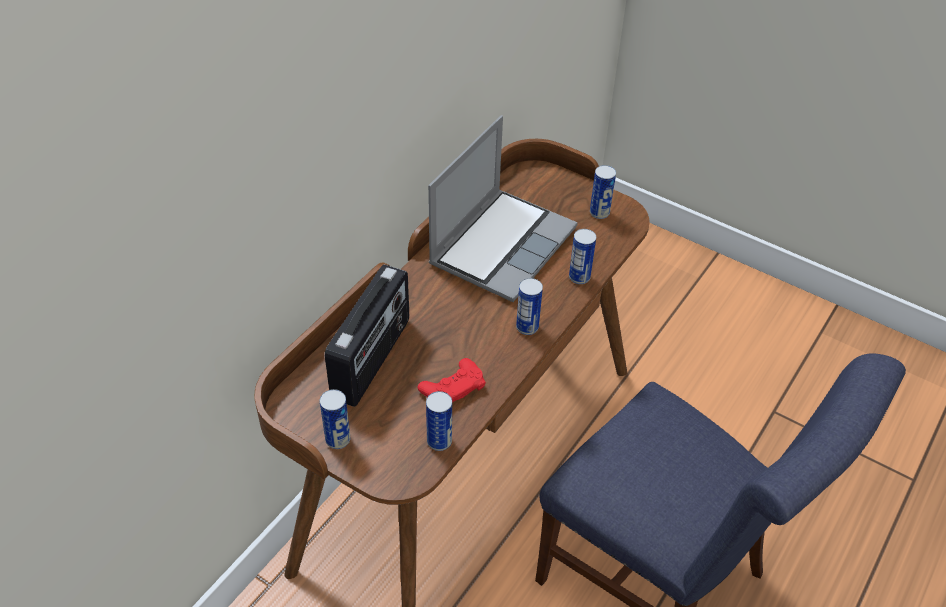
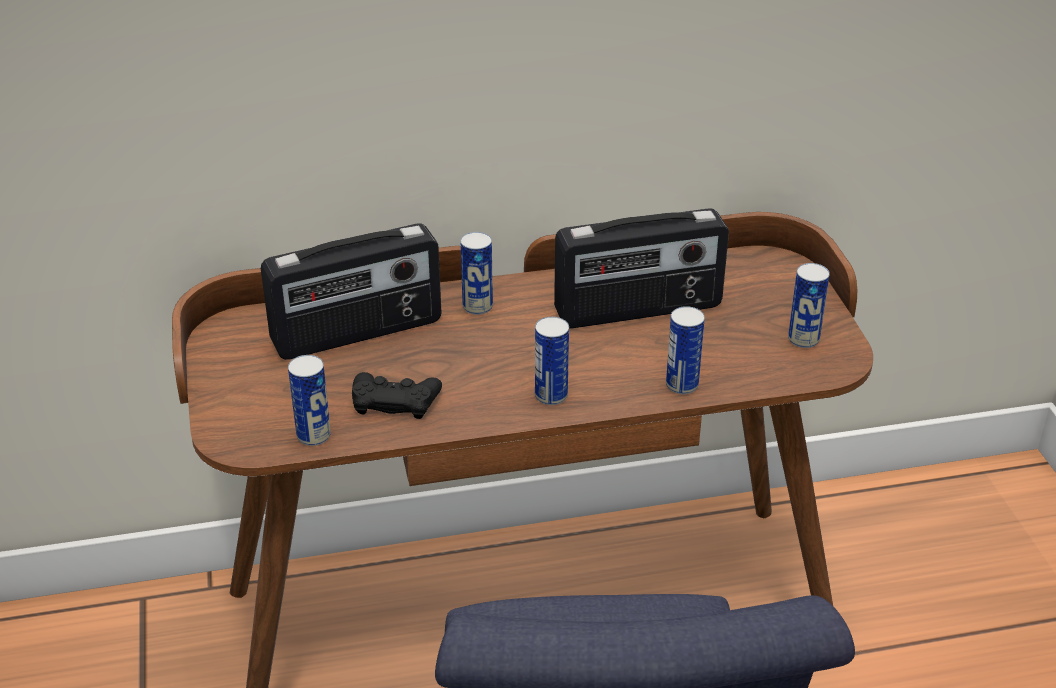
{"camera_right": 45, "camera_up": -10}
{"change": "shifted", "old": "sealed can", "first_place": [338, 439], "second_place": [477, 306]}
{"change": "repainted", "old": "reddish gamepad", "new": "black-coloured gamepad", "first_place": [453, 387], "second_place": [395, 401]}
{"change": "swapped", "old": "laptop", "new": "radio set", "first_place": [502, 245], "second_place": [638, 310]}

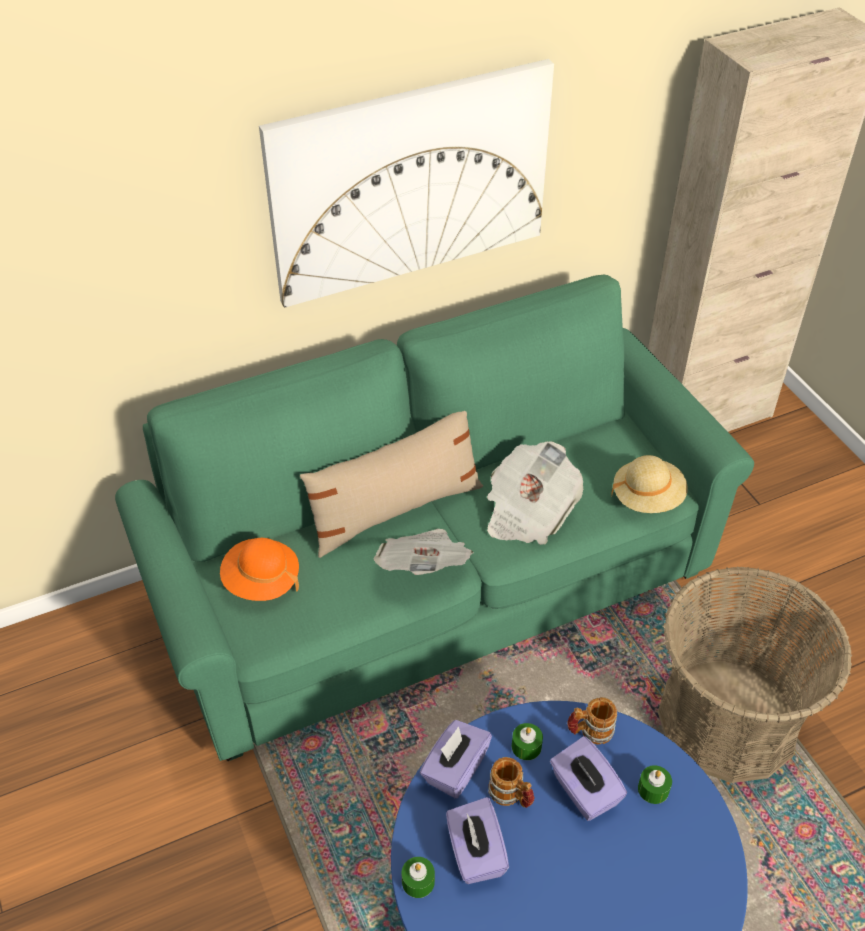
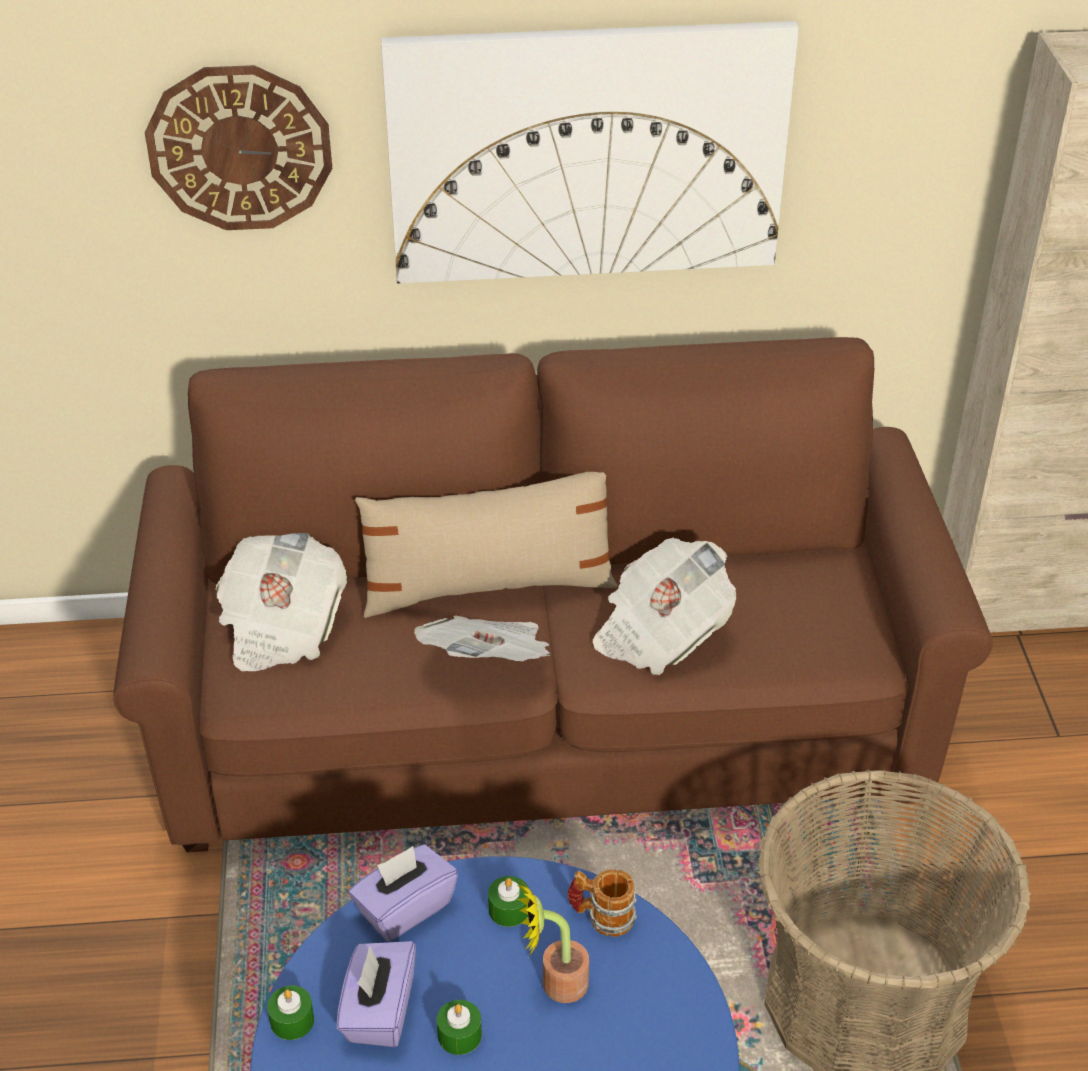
{"camera_right": 20, "camera_up": -5}
{"change": "repainted", "old": "green-coloured sofa", "new": "brownish sofa", "first_place": [433, 583], "second_place": [545, 715]}
{"change": "swapped", "old": "orange-coloured wearable hat", "new": "printed paper", "first_place": [261, 581], "second_place": [280, 626]}
{"change": "gone", "old": "coffee mug", "first_place": [511, 795]}
{"change": "swapped", "old": "purple-coloured tissue holder", "new": "houseplant", "first_place": [584, 791], "second_place": [555, 985]}
{"change": "gone", "old": "beige-coloured wearable hat", "first_place": [647, 497]}
{"change": "shifted", "old": "green-coloured wax candle", "first_place": [653, 789], "second_place": [459, 1035]}
{"change": "new", "new": "hanging clock", "second_place": [239, 148]}

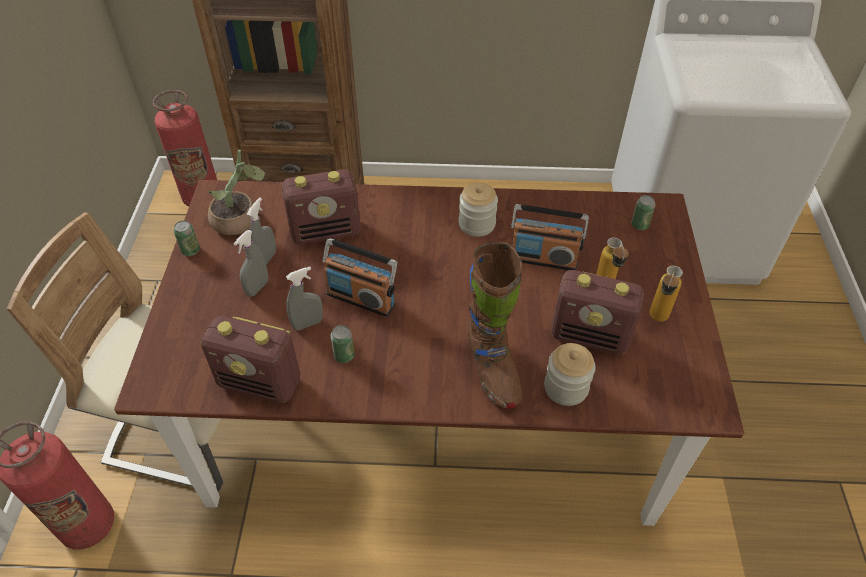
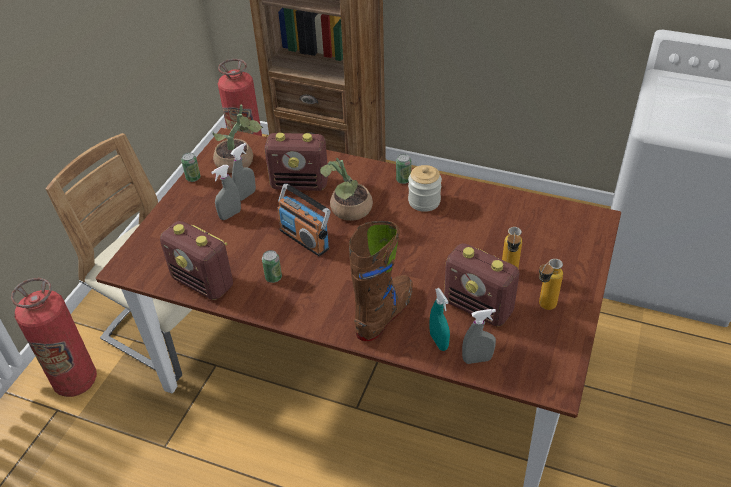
{"camera_right": 20, "camera_up": -5}
{"change": "shifted", "old": "gray sprayer", "first_place": [308, 324], "second_place": [477, 359]}
{"change": "rotated", "old": "brownish high-top boot", "first_place": [492, 369], "second_place": [384, 314], "degrees": -150}
{"change": "gone", "old": "radio set", "first_place": [543, 259]}
{"change": "swapped", "old": "jar", "new": "blue-green sprayer", "first_place": [566, 387], "second_place": [438, 341]}
{"change": "shifted", "old": "sealed can", "first_place": [639, 225], "second_place": [403, 180]}
{"change": "new", "new": "houseplant", "second_place": [348, 212]}

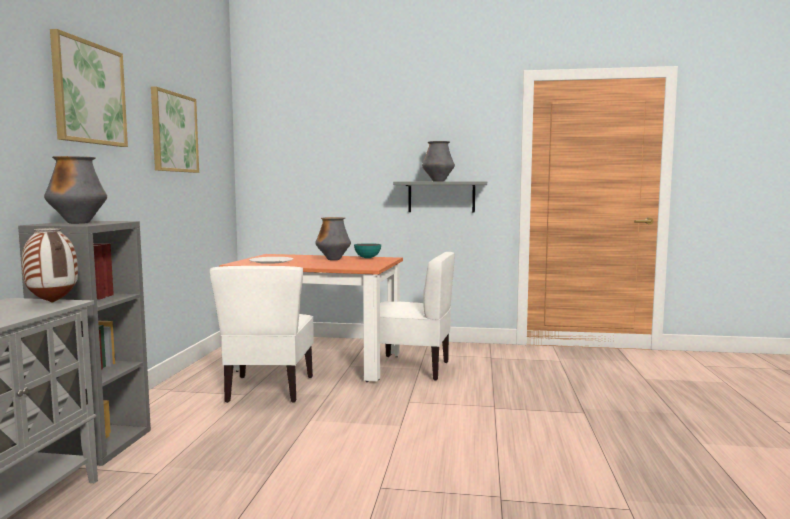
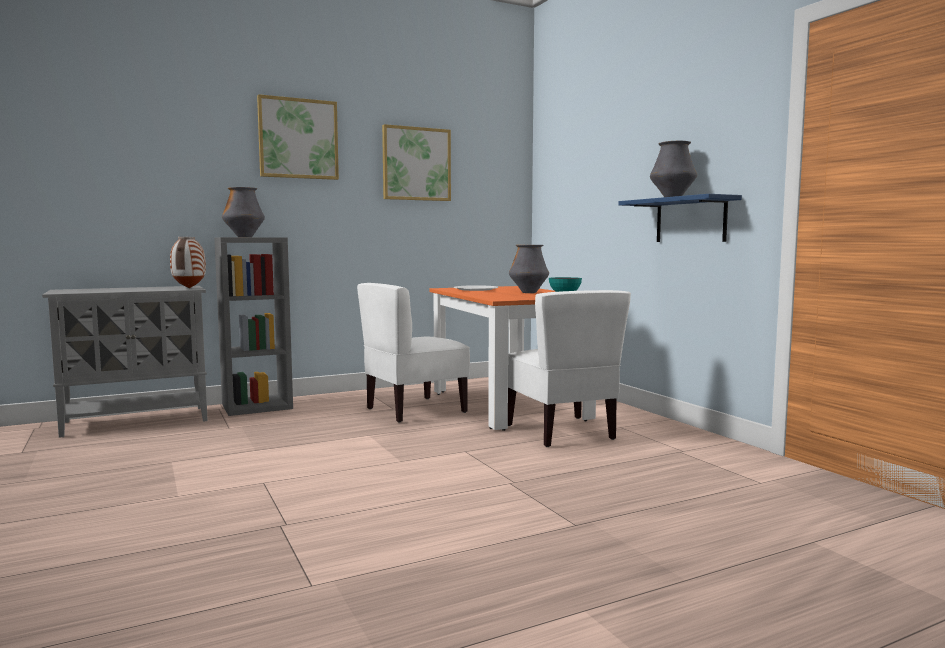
{"camera_right": 55, "camera_up": 0}
{"change": "repainted", "old": "gray shelf", "new": "blue-coloured shelf", "first_place": [441, 197], "second_place": [690, 220]}

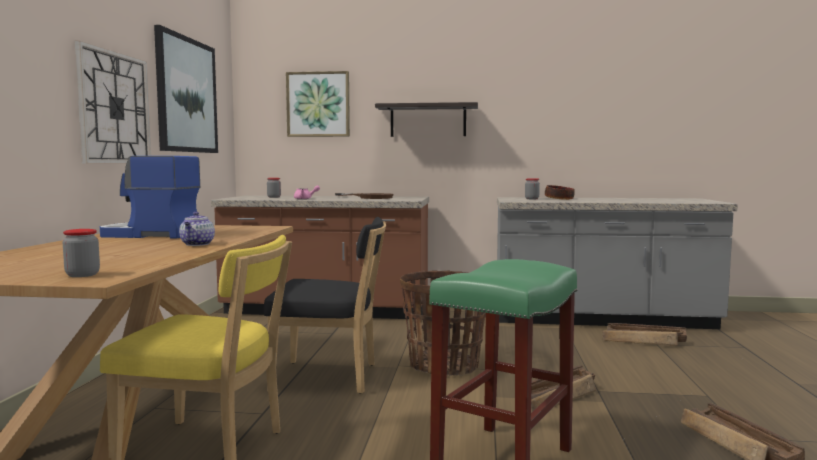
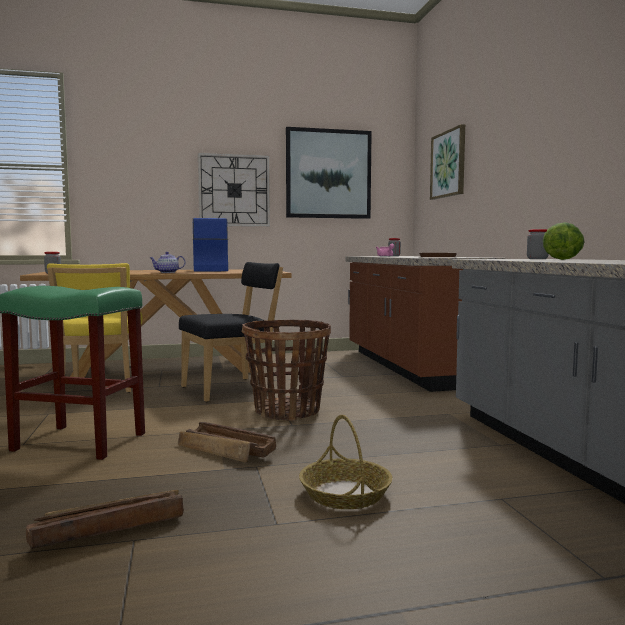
{"camera_right": 70, "camera_up": 0}
{"change": "rotated", "old": "black-coloured upright chair", "first_place": [330, 378], "second_place": [232, 389], "degrees": -105}
{"change": "gone", "old": "shelf", "first_place": [428, 121]}
{"change": "swapped", "old": "bowl", "new": "lettuce", "first_place": [559, 199], "second_place": [563, 259]}
{"change": "gone", "old": "shipping crate", "first_place": [644, 341]}
{"change": "new", "new": "household basket", "second_place": [344, 494]}

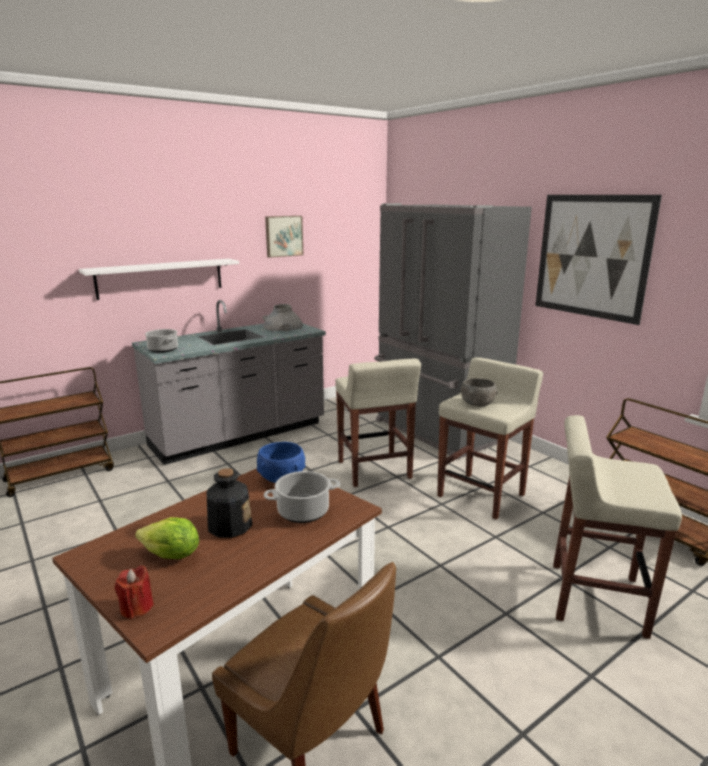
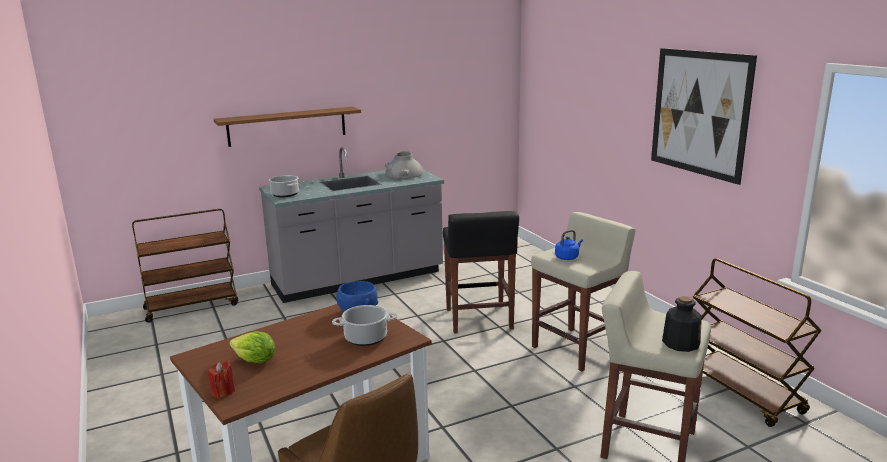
{"camera_right": 10, "camera_up": 0}
{"change": "repainted", "old": "white-coloured shelf", "new": "brownish shelf", "first_place": [160, 278], "second_place": [287, 126]}
{"change": "shifted", "old": "drink bottle", "first_place": [229, 526], "second_place": [680, 343]}
{"change": "gone", "old": "picture", "first_place": [283, 236]}
{"change": "repainted", "old": "beige-coloured stool seat", "new": "black-coloured stool seat", "first_place": [374, 470], "second_place": [479, 320]}
{"change": "gone", "old": "gray kitchen fridge", "first_place": [437, 431]}
{"change": "swapped", "old": "gray bowl", "new": "blue-coloured tea kettle", "first_place": [477, 404], "second_place": [567, 257]}

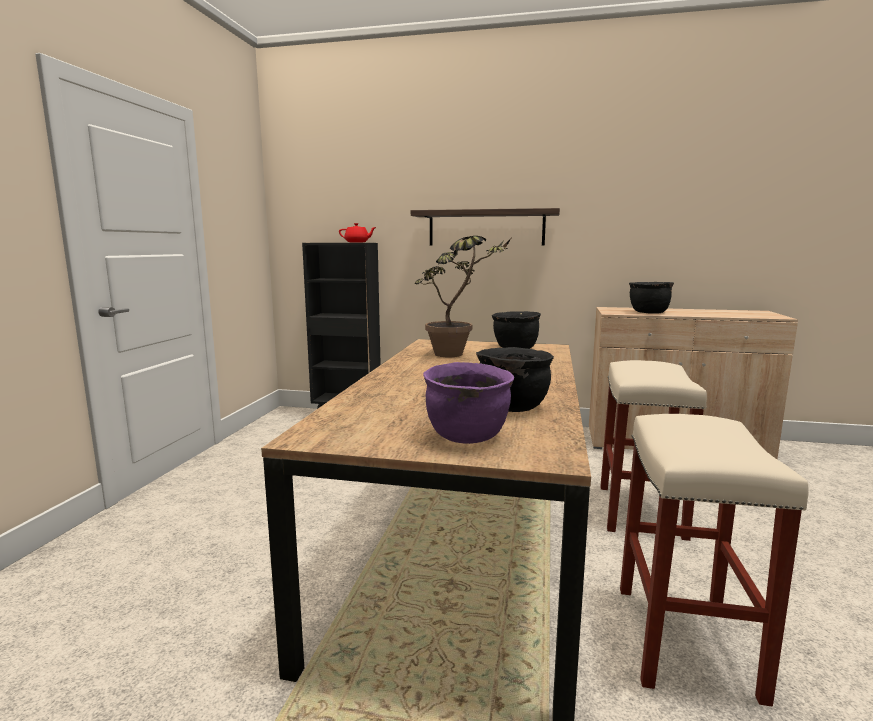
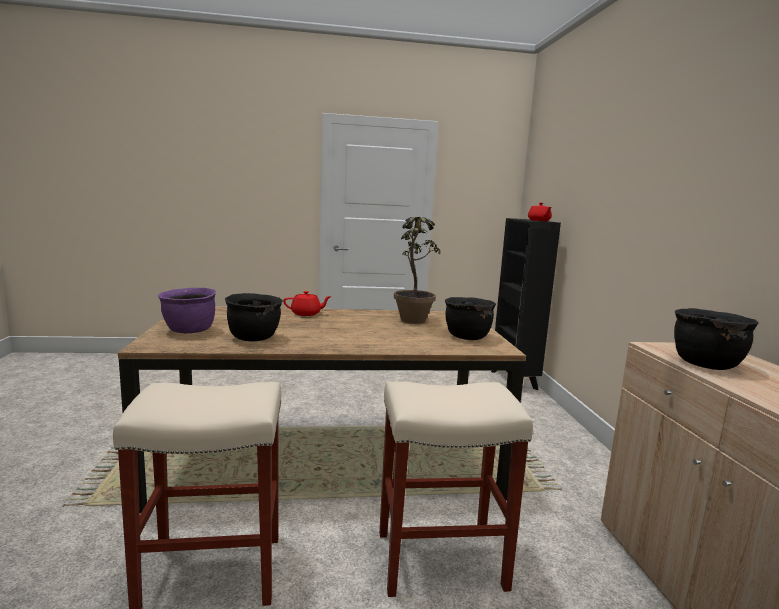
{"camera_right": 70, "camera_up": 0}
{"change": "gone", "old": "shelf", "first_place": [486, 228]}
{"change": "new", "new": "reddish tea pot", "second_place": [306, 314]}

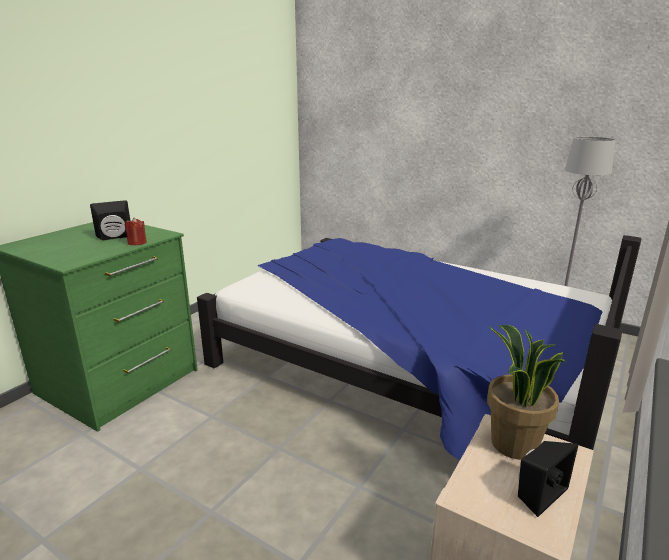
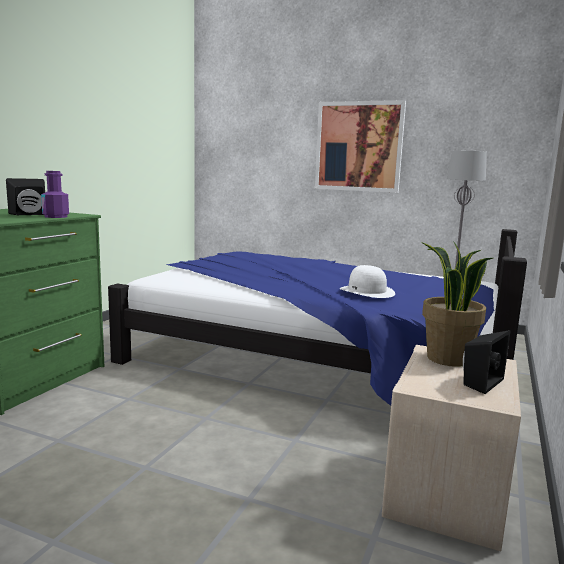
{"camera_right": -10, "camera_up": -10}
{"change": "swapped", "old": "reddish wax candle", "new": "purple-coloured drink bottle", "first_place": [137, 243], "second_place": [56, 216]}
{"change": "new", "new": "picture", "second_place": [358, 146]}
{"change": "new", "new": "white-coloured wearable hat", "second_place": [367, 291]}

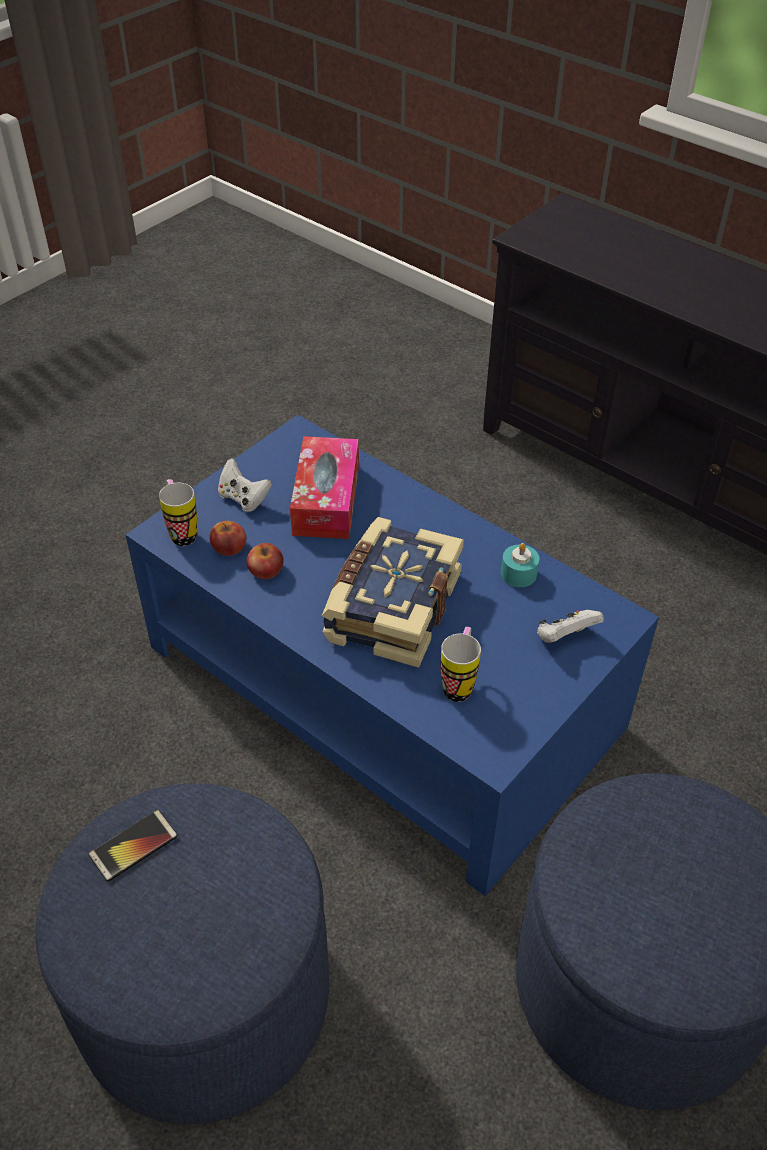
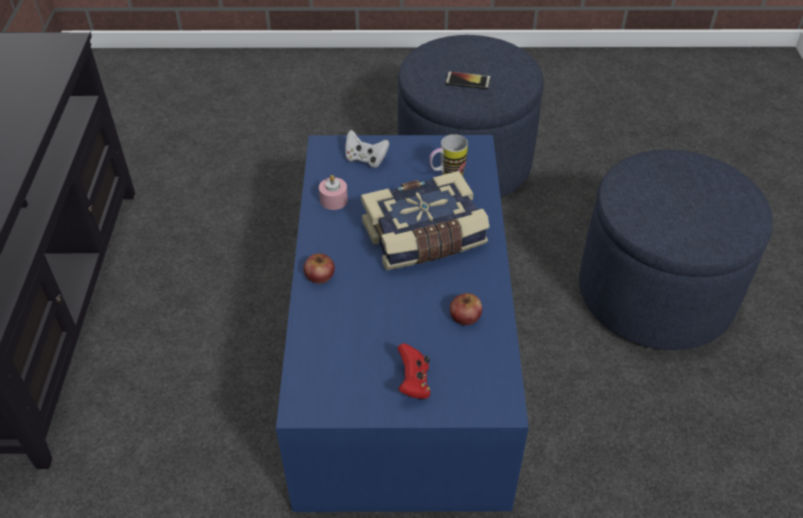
{"camera_right": -130, "camera_up": 0}
{"change": "shifted", "old": "phone", "first_place": [133, 846], "second_place": [468, 81]}
{"change": "gone", "old": "coffee mug", "first_place": [181, 532]}
{"change": "shifted", "old": "whole apple", "first_place": [229, 547], "second_place": [320, 275]}
{"change": "repainted", "old": "white-coloured gamepad", "new": "reddish gamepad", "first_place": [243, 498], "second_place": [414, 382]}
{"change": "gone", "old": "tissue holder", "first_place": [326, 500]}
{"change": "repainted", "old": "blue-green wax candle", "new": "pink-coloured wax candle", "first_place": [518, 574], "second_place": [333, 200]}

